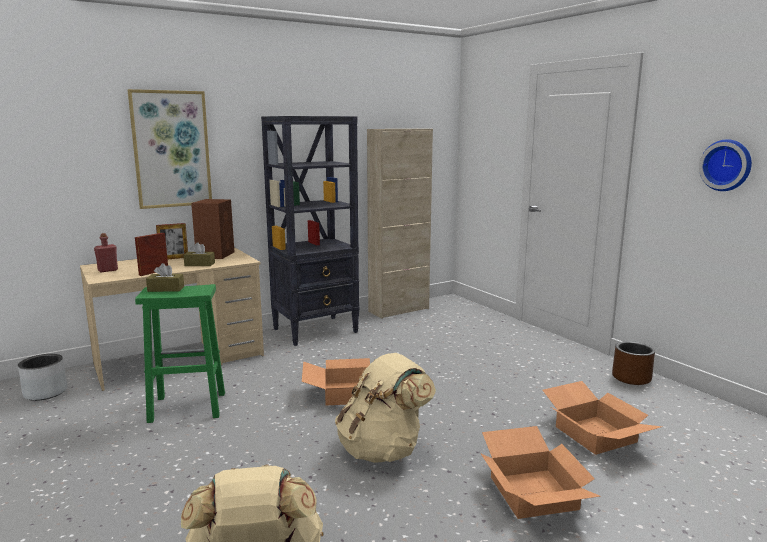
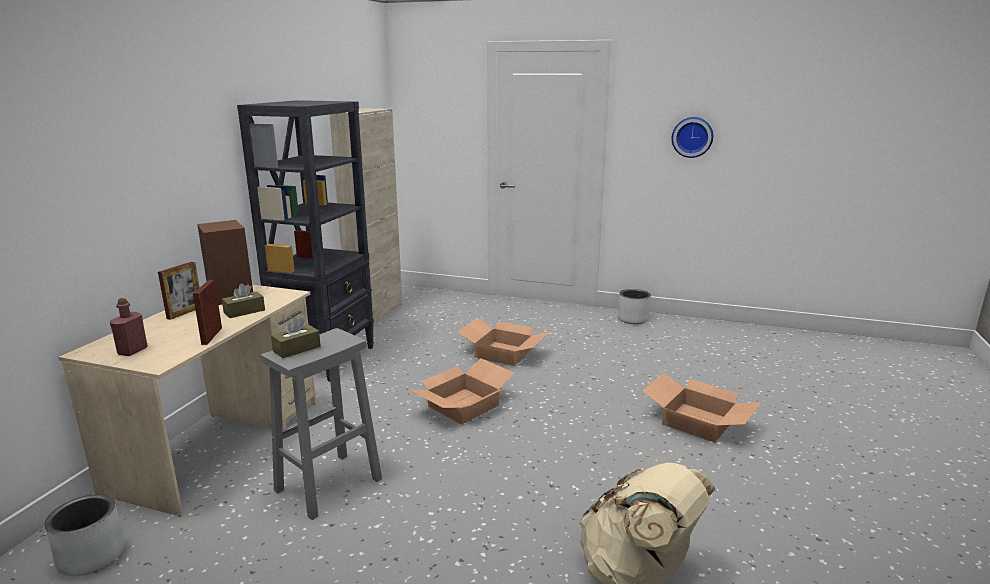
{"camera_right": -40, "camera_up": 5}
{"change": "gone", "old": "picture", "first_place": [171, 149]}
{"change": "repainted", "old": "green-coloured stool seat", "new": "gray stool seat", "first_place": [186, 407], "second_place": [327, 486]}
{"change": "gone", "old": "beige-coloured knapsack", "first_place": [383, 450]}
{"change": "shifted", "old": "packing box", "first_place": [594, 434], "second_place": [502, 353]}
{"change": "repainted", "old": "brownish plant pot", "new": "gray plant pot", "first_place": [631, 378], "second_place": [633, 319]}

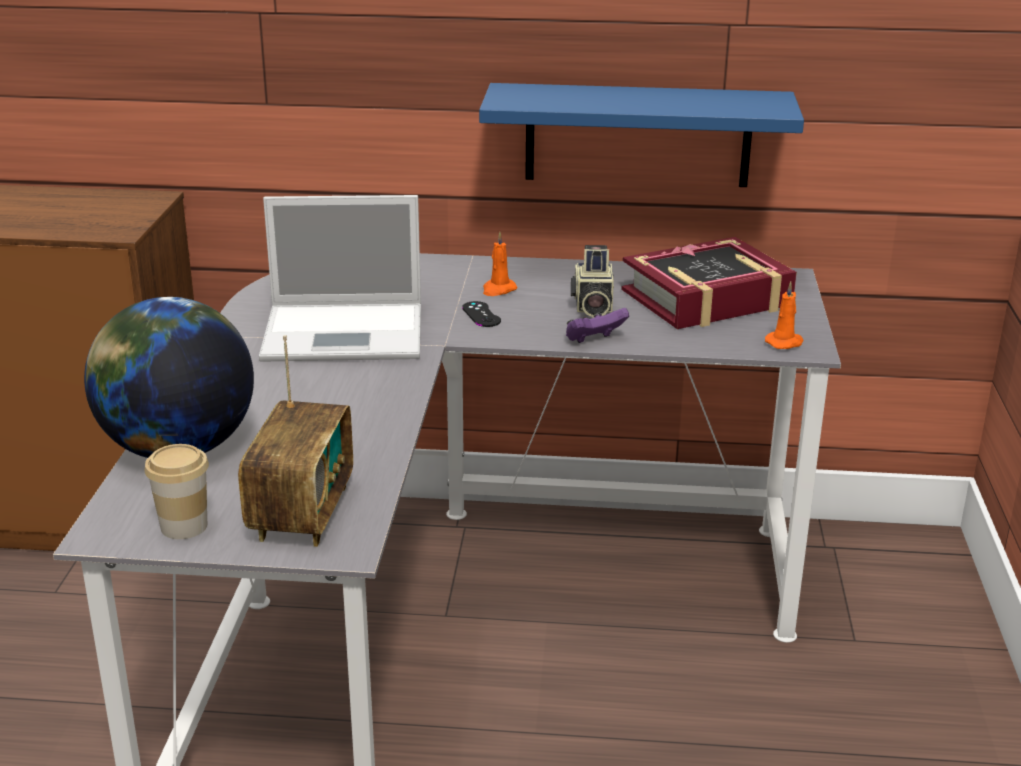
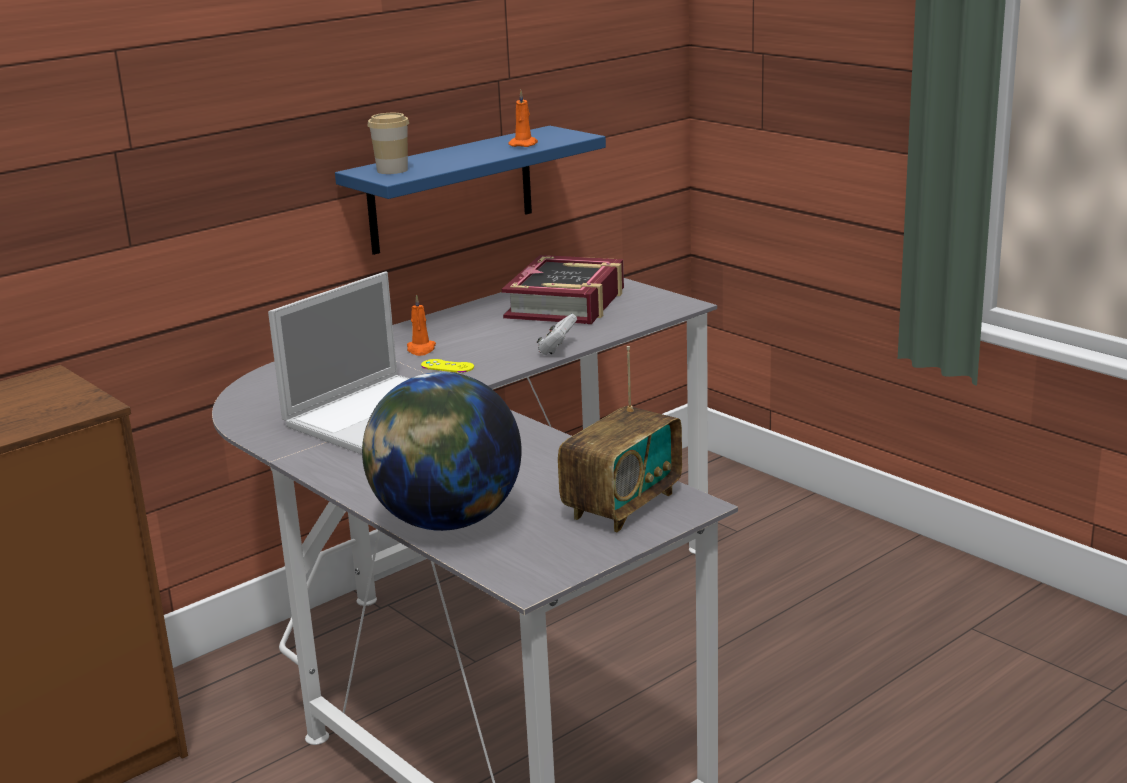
{"camera_right": -45, "camera_up": -5}
{"change": "shifted", "old": "small cup", "first_place": [184, 526], "second_place": [392, 170]}
{"change": "rotated", "old": "radio set", "first_place": [302, 513], "second_place": [622, 505], "degrees": 75}
{"change": "repainted", "old": "black-coloured gamepad", "new": "yellow-coloured gamepad", "first_place": [481, 314], "second_place": [447, 366]}
{"change": "repainted", "old": "purple-coloured gamepad", "new": "white-coloured gamepad", "first_place": [594, 340], "second_place": [557, 349]}
{"change": "gone", "old": "photo camera", "first_place": [591, 307]}
{"change": "shifted", "old": "orange-coloured wax candle", "first_place": [785, 343], "second_place": [524, 144]}

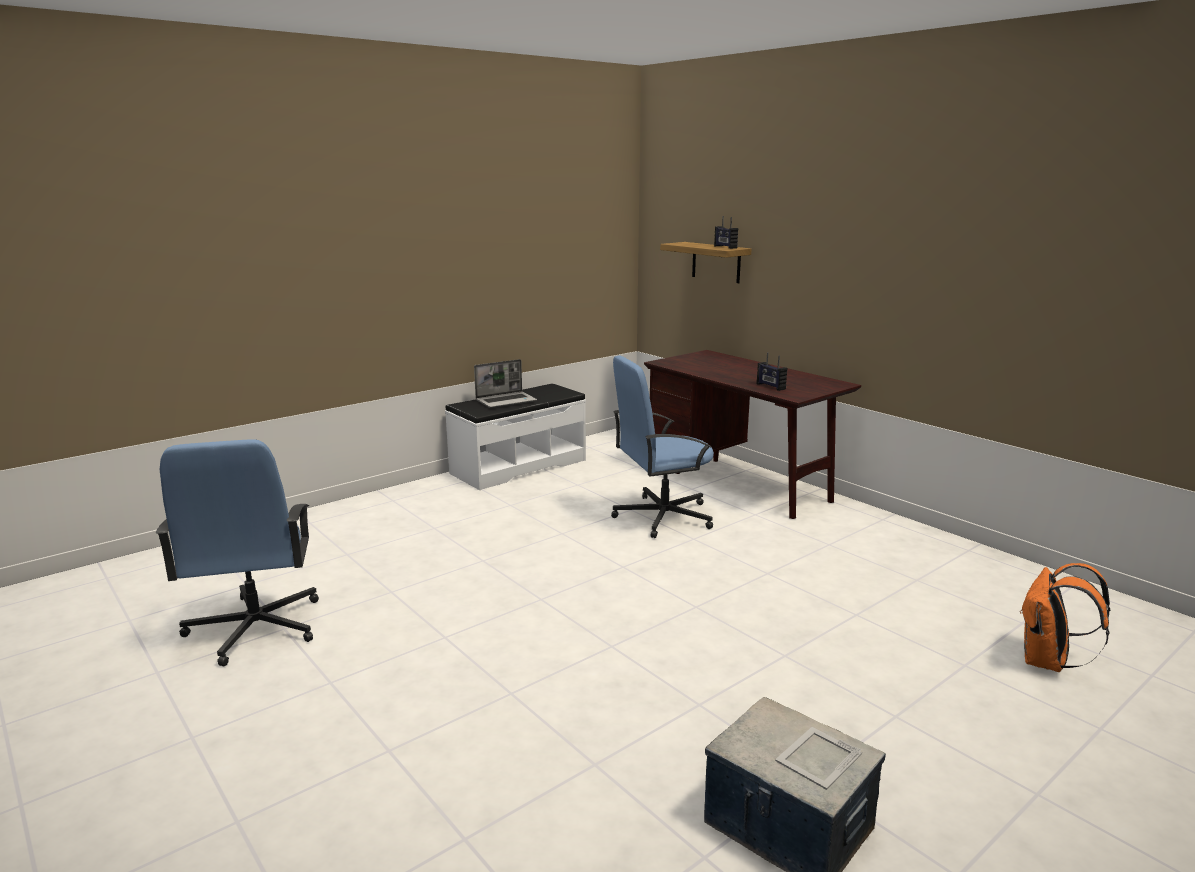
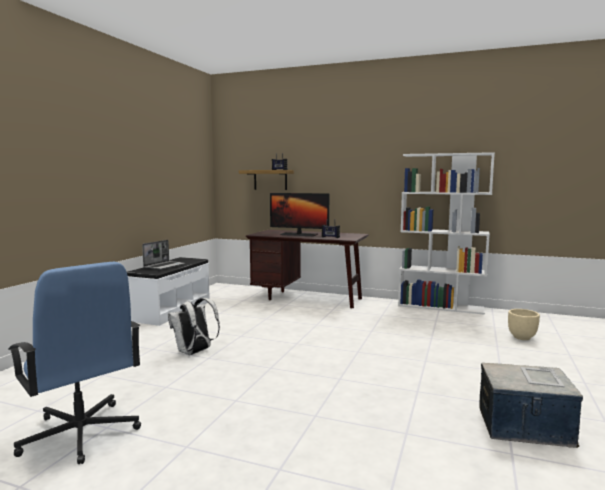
{"camera_right": -30, "camera_up": -10}
{"change": "gone", "old": "blue-coloured office chair", "first_place": [662, 516]}
{"change": "swapped", "old": "orange-coloured knapsack", "new": "beige-coloured plant pot", "first_place": [1048, 662], "second_place": [522, 337]}
{"change": "new", "new": "white-coloured knapsack", "second_place": [194, 352]}
{"change": "new", "new": "computer display", "second_place": [299, 234]}
{"change": "new", "new": "white-coloured bookshelf", "second_place": [441, 307]}

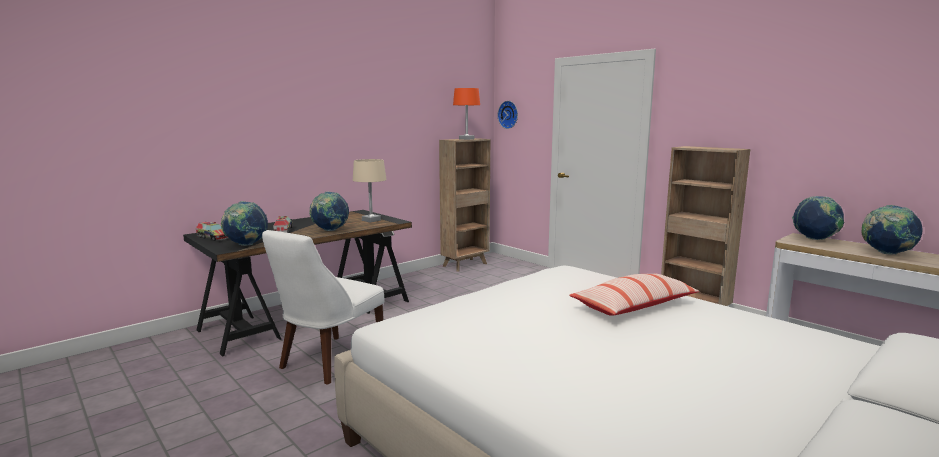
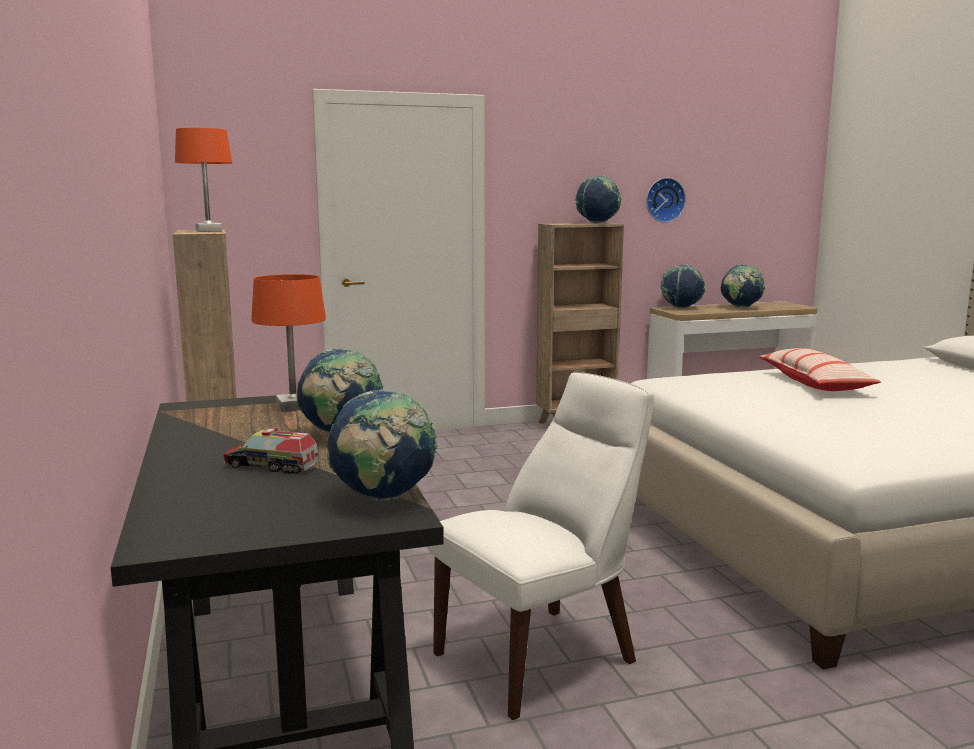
{"camera_right": -65, "camera_up": 0}
{"change": "gone", "old": "model truck", "first_place": [213, 238]}
{"change": "rotated", "old": "white-coloured upright chair", "first_place": [329, 361], "second_place": [543, 655], "degrees": -90}
{"change": "repainted", "old": "beige-coloured lamp for a table", "new": "orange-coloured lamp for a table", "first_place": [371, 220], "second_place": [293, 407]}
{"change": "shifted", "old": "hanging clock", "first_place": [509, 114], "second_place": [664, 200]}
{"change": "new", "new": "globe", "second_place": [597, 223]}

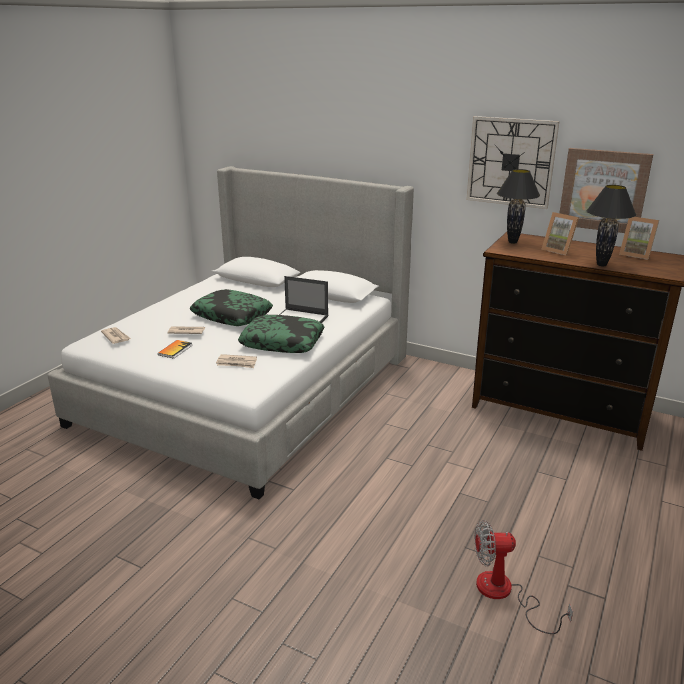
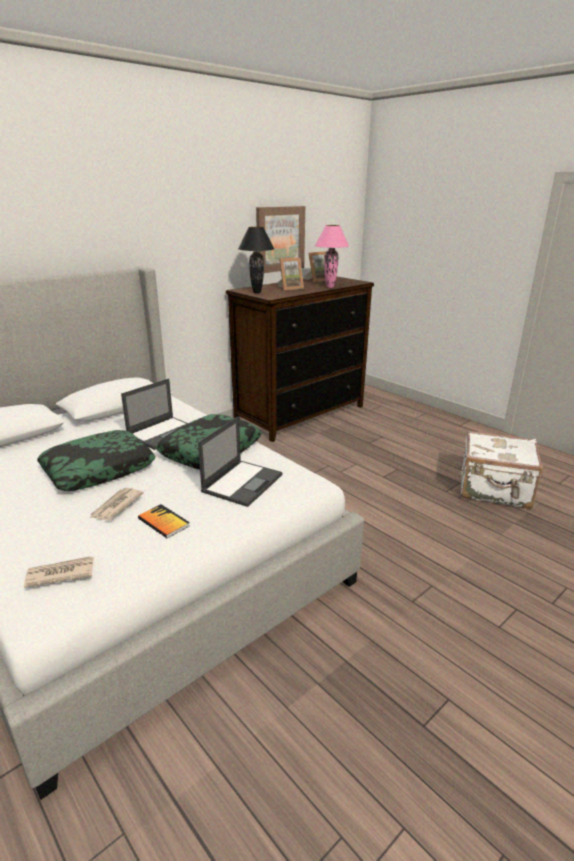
{"camera_right": -70, "camera_up": 0}
{"change": "swapped", "old": "printed paper", "new": "laptop", "first_place": [237, 363], "second_place": [243, 482]}
{"change": "gone", "old": "hanging clock", "first_place": [511, 162]}
{"change": "swapped", "old": "cooling fan", "new": "white-coloured suitcase", "first_place": [504, 594], "second_place": [494, 490]}
{"change": "repainted", "old": "black-coloured lamp for a table", "new": "pink-coloured lamp for a table", "first_place": [601, 265], "second_place": [330, 287]}

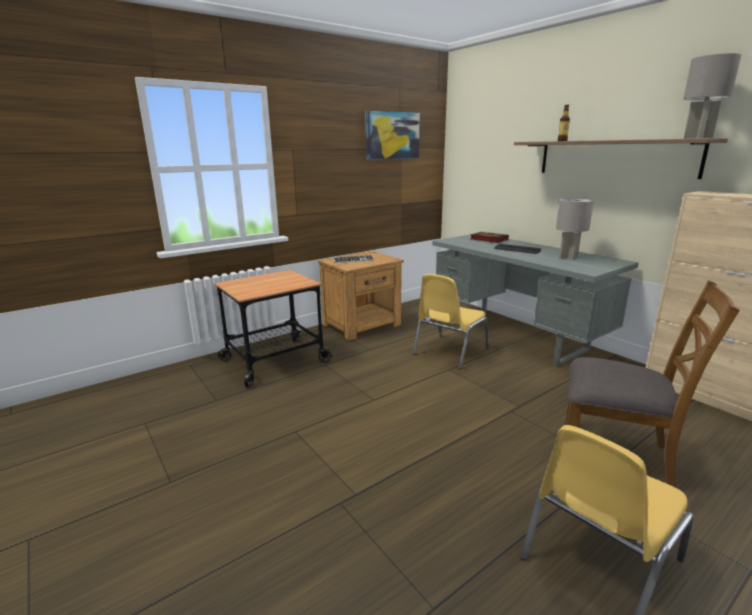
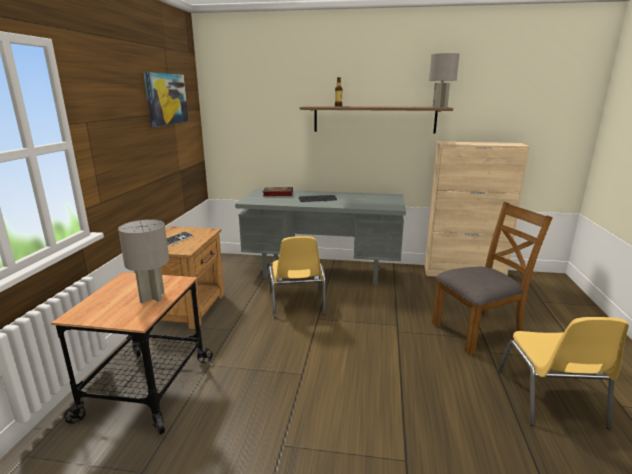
{"camera_right": -45, "camera_up": 0}
{"change": "shifted", "old": "gray lamp for a table", "first_place": [568, 257], "second_place": [152, 297]}

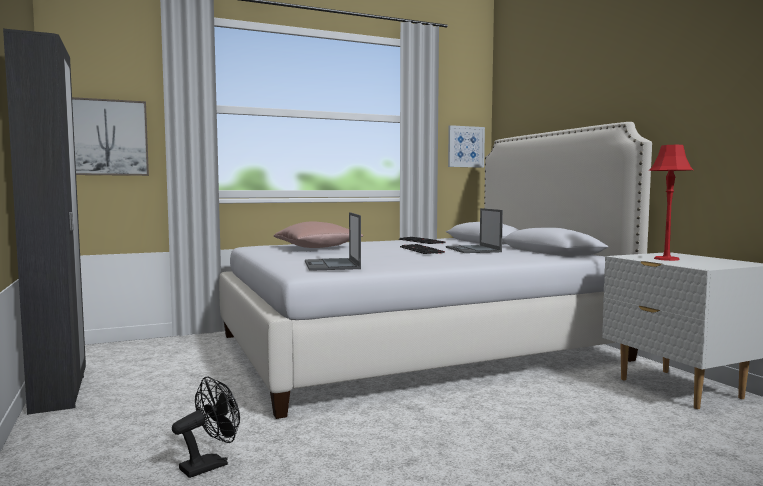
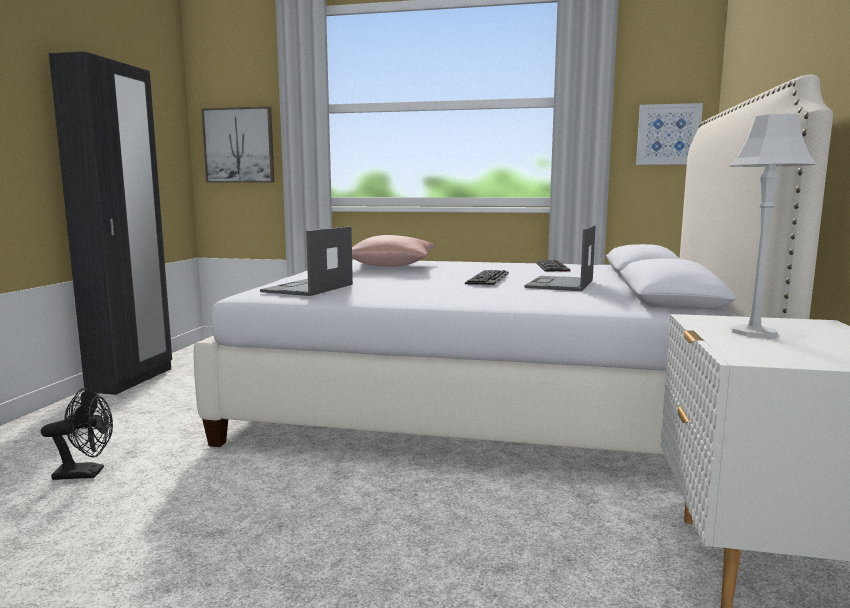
{"camera_right": 35, "camera_up": 5}
{"change": "repainted", "old": "reddish lamp for a table", "new": "gray lamp for a table", "first_place": [666, 259], "second_place": [753, 332]}

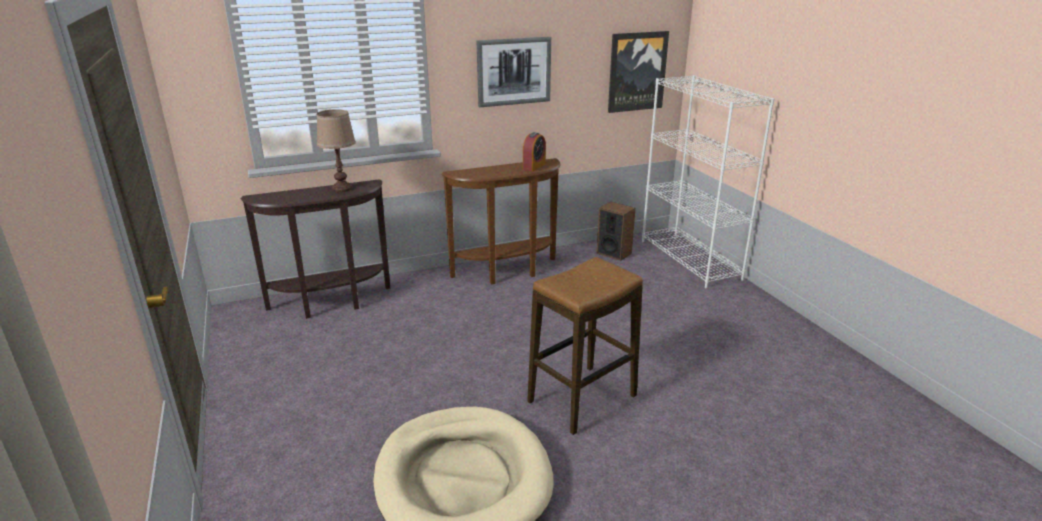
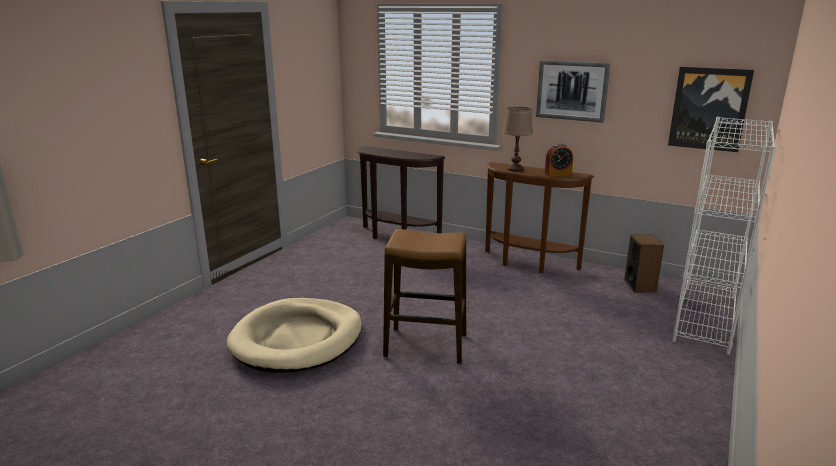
{"camera_right": 50, "camera_up": -5}
{"change": "shifted", "old": "brownish lamp for a table", "first_place": [341, 188], "second_place": [515, 169]}

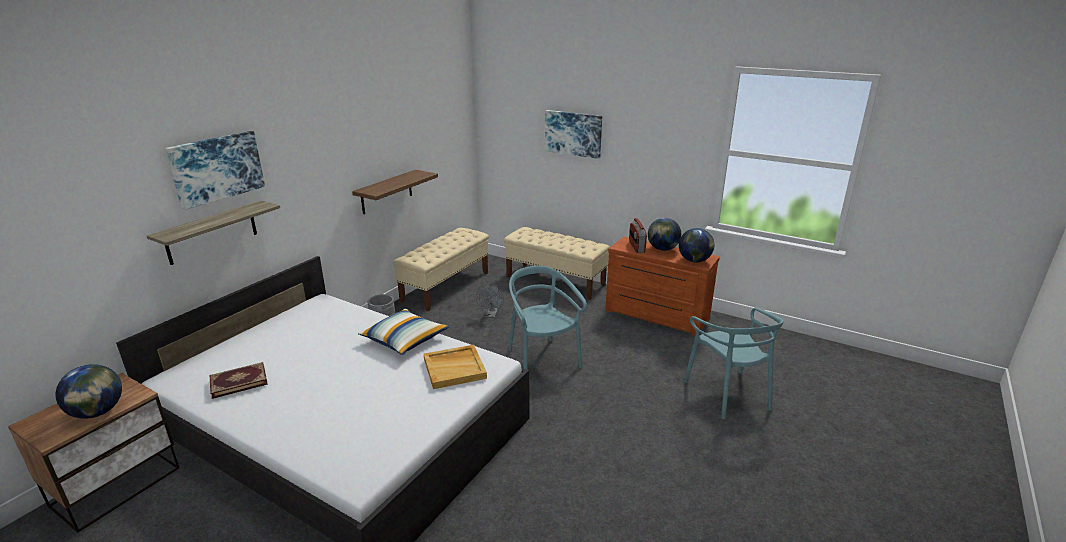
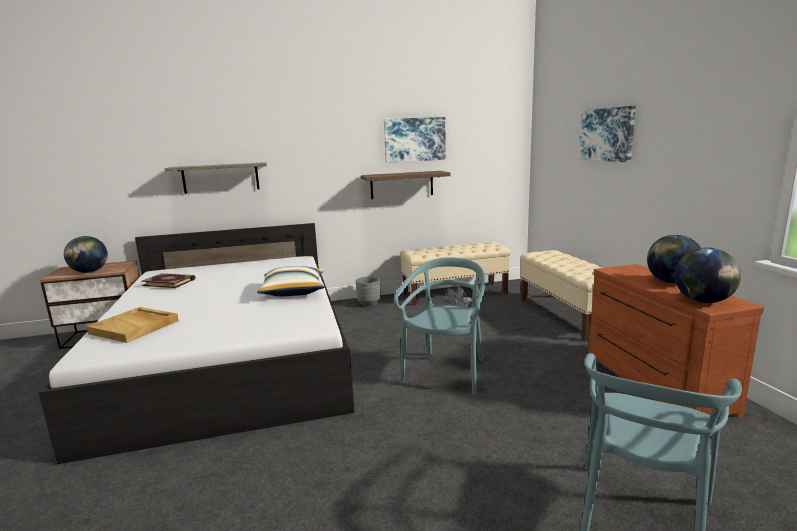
{"camera_right": 45, "camera_up": -10}
{"change": "shifted", "old": "picture", "first_place": [216, 168], "second_place": [414, 139]}
{"change": "shifted", "old": "beige-coloured tray", "first_place": [455, 368], "second_place": [135, 327]}
{"change": "gone", "old": "radio set", "first_place": [636, 247]}

